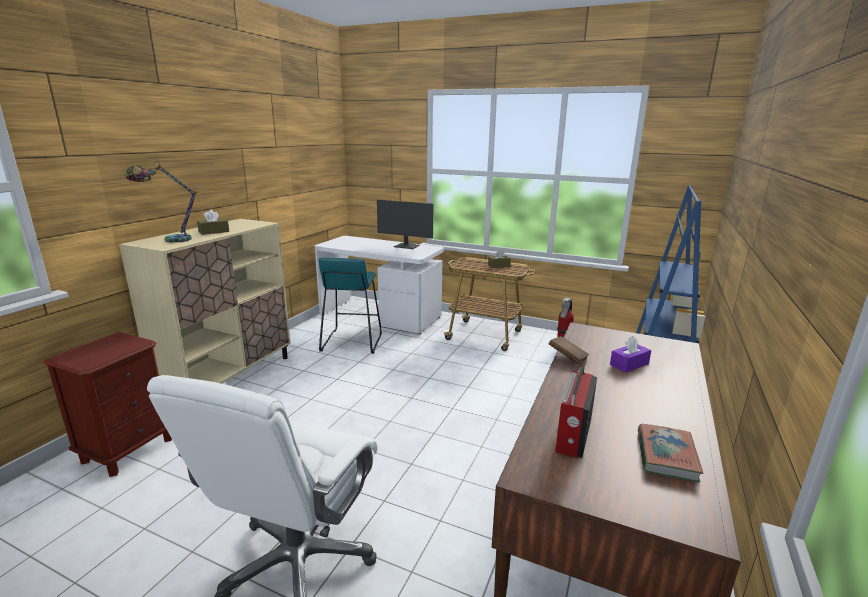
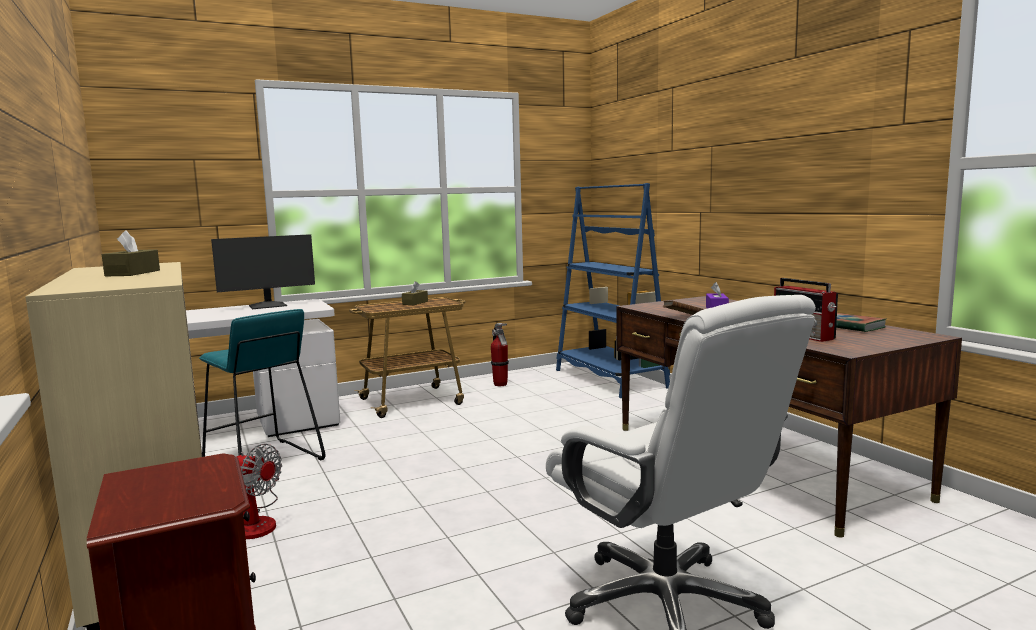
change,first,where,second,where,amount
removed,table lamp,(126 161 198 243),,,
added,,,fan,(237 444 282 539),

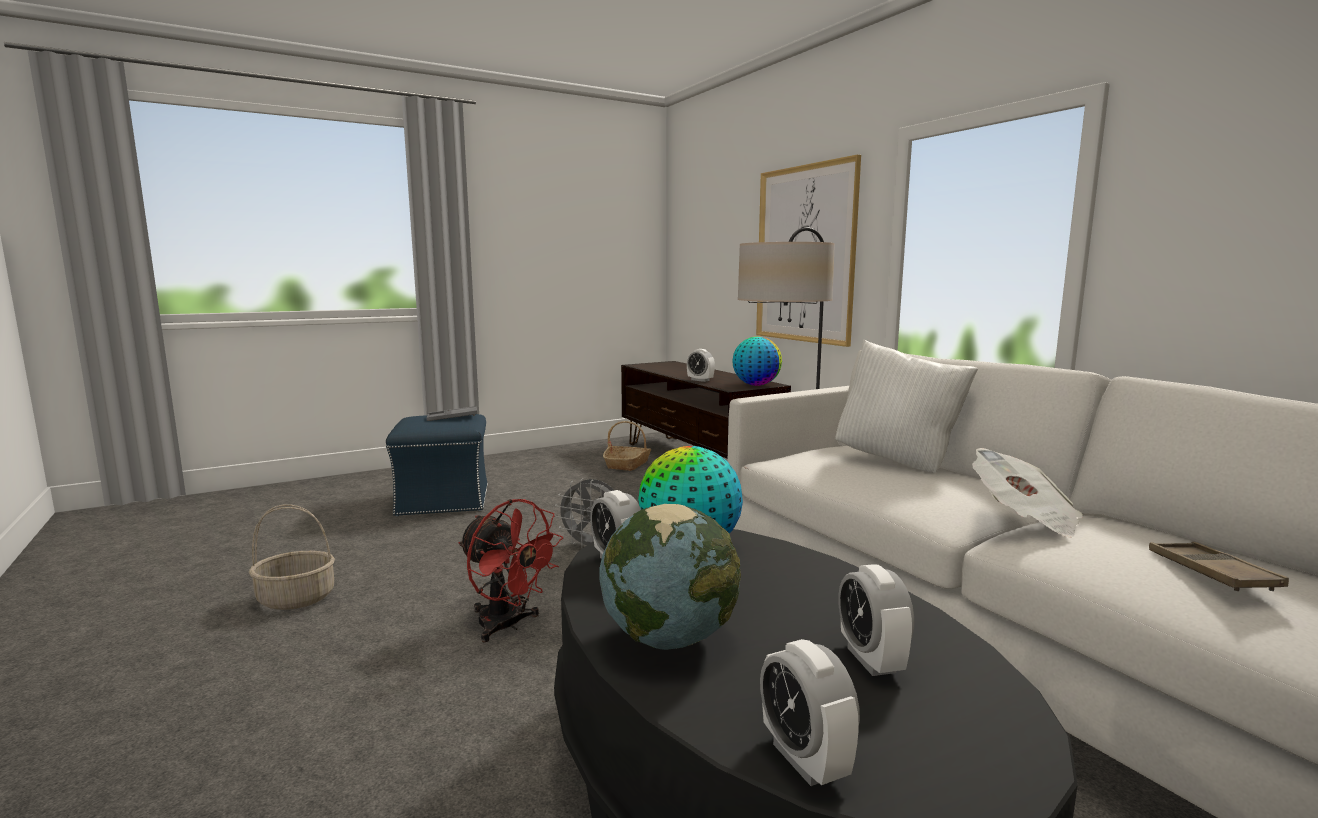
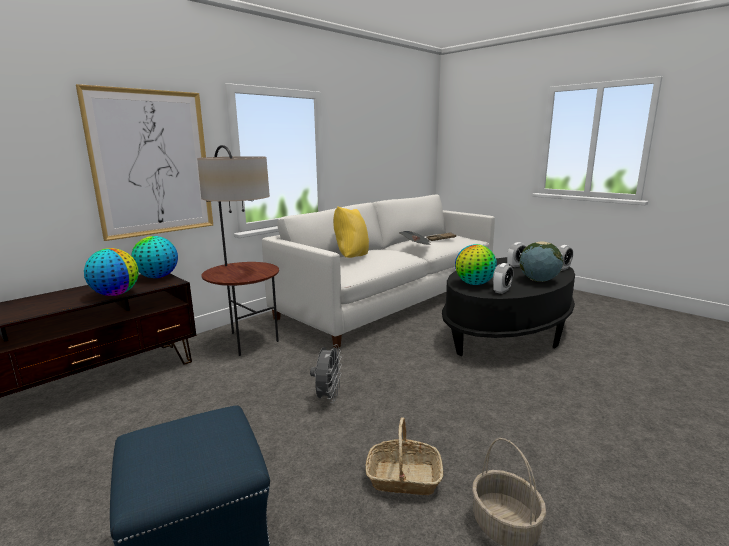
change,first,where,second,where,amount
removed,tray (grey),(427 406 477 421),,,
removed,fan (red),(458 499 563 643),,,
moved,basket,(603 421 651 471),,(366 417 443 495),
replaced,alarm clock,(687 349 715 382),globe,(84 248 138 296),
recoloured,pillow (white),(835 339 978 473),pillow (yellow),(333 207 369 258),

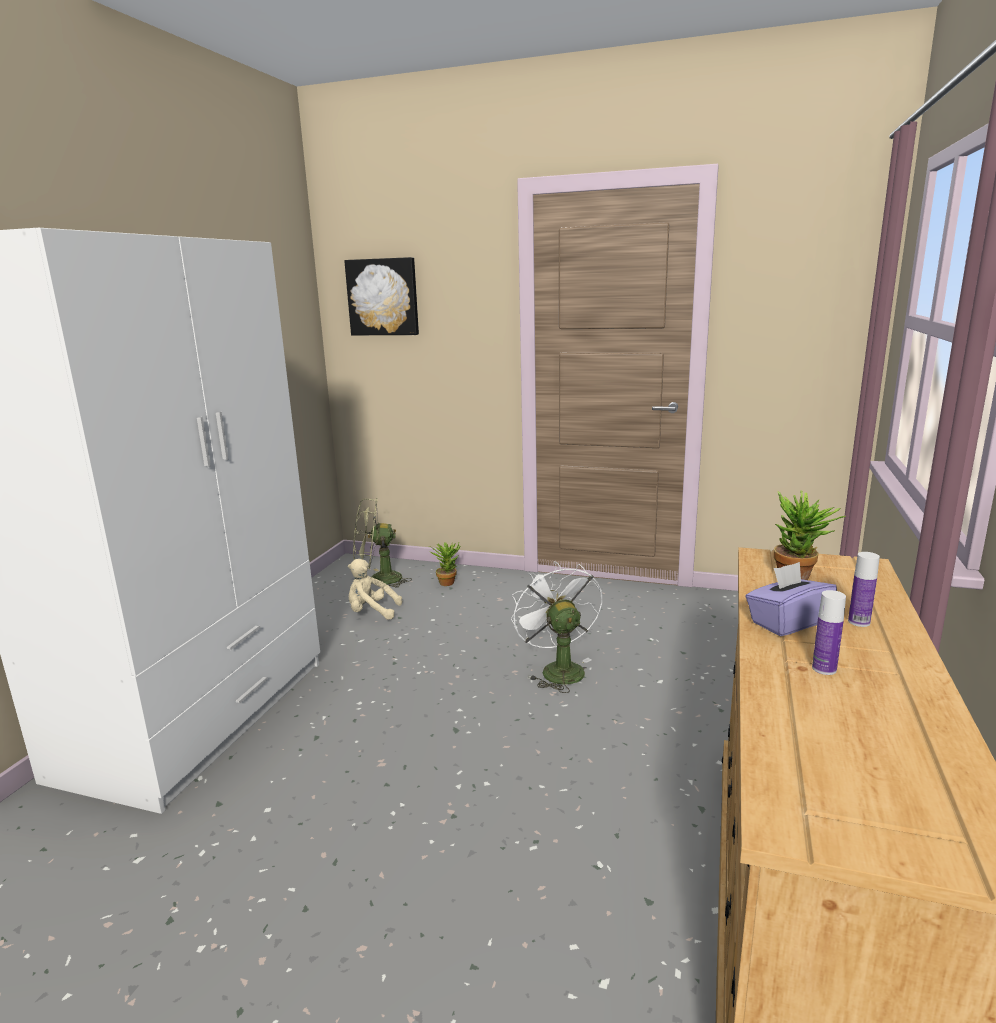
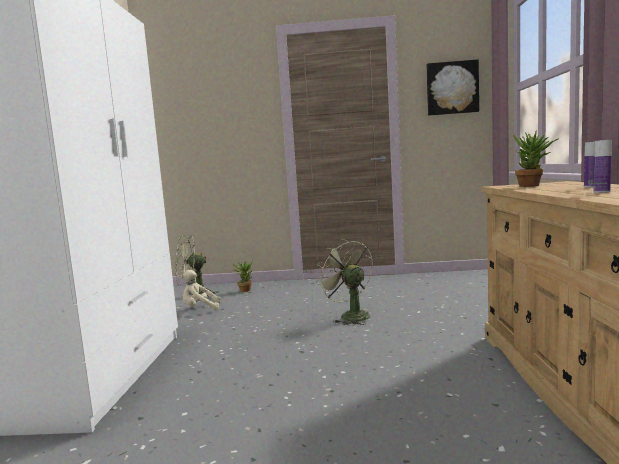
change,first,where,second,where,amount
moved,picture,(344 257 419 335),,(427 59 479 116),
recoloured,fan (white),(511 561 602 693),fan (green),(316 239 373 325),
removed,tissue box (purple),(745 562 837 636),,,

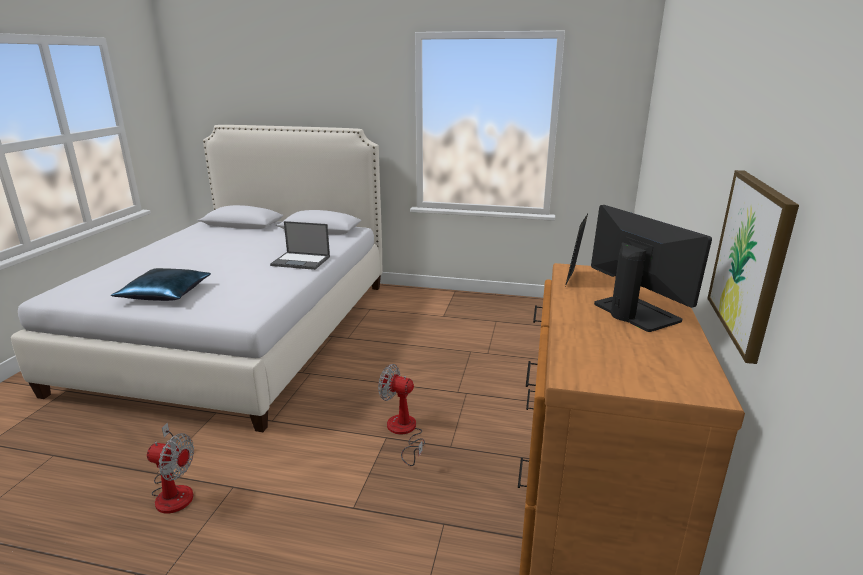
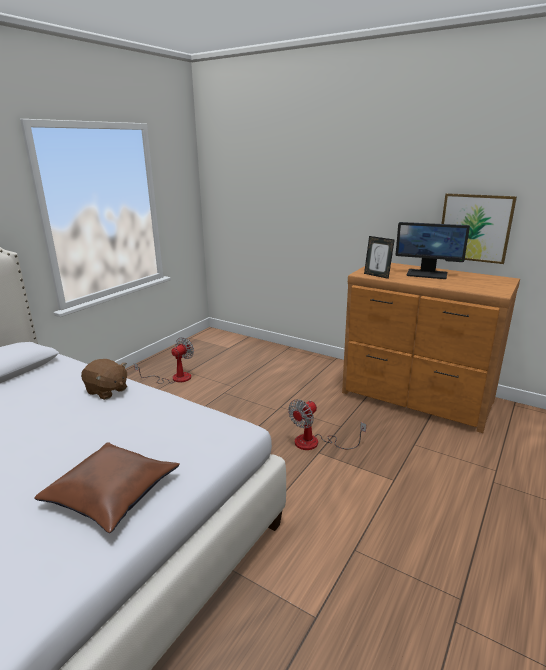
change,first,where,second,where,amount
recoloured,pillow (blue),(111 268 211 301),pillow (brown),(34 442 180 533),
moved,fan,(147 423 194 514),,(134 337 194 384),
replaced,laptop,(270 221 330 270),plush toy (brown),(81 359 127 400),
turned,monitor,(591 205 712 332),,(396 222 470 279),150 degrees counterclockwise

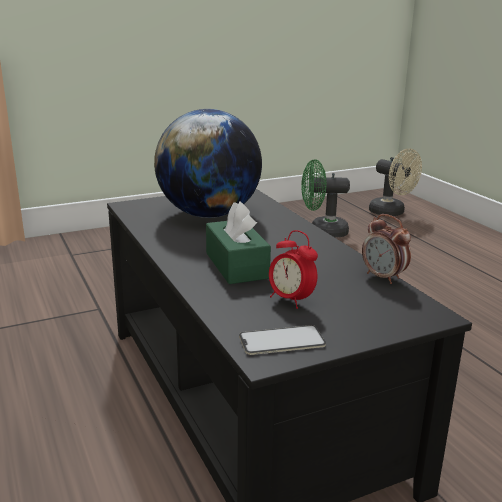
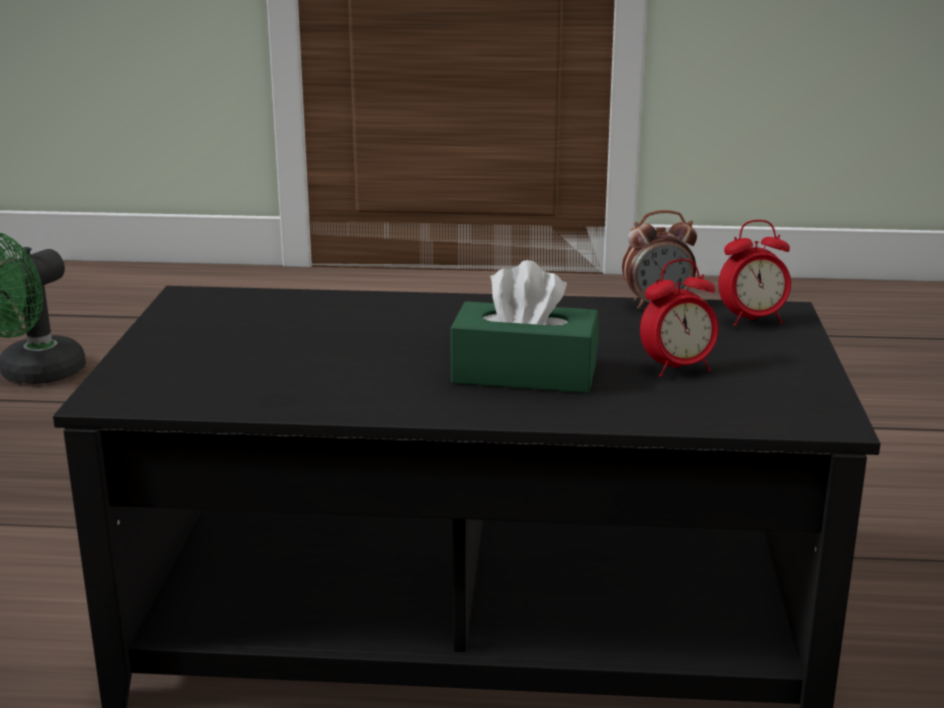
change,first,where,second,where,amount
removed,globe,(154 109 262 218),,,
removed,phone,(239 325 326 355),,,
removed,fan (beige),(369 149 422 216),,,
added,,,alarm clock,(718 220 791 326),

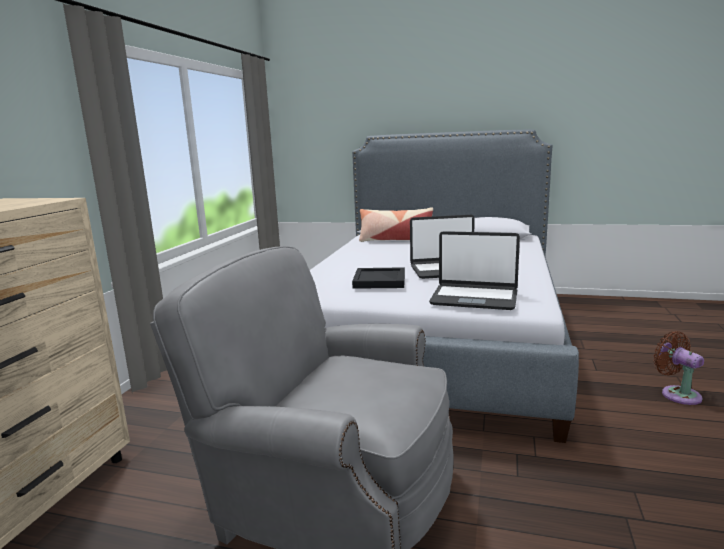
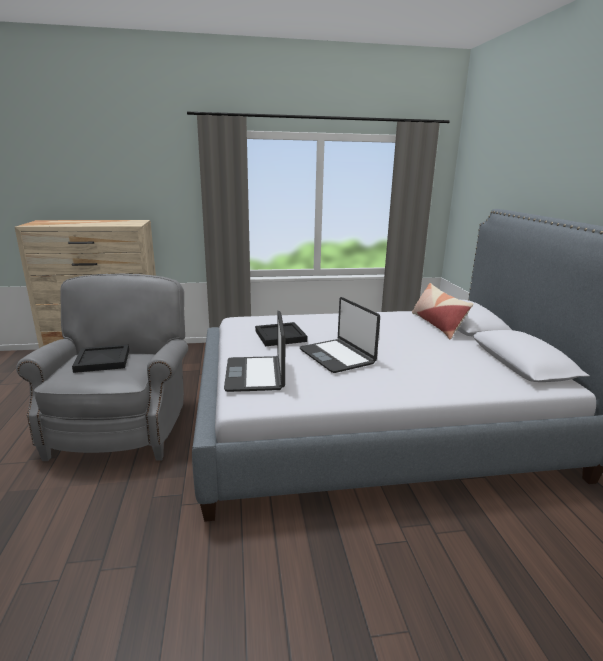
change,first,where,second,where,amount
removed,fan (brown),(653 331 704 405),,,
added,,,tray (black),(72 344 129 373),

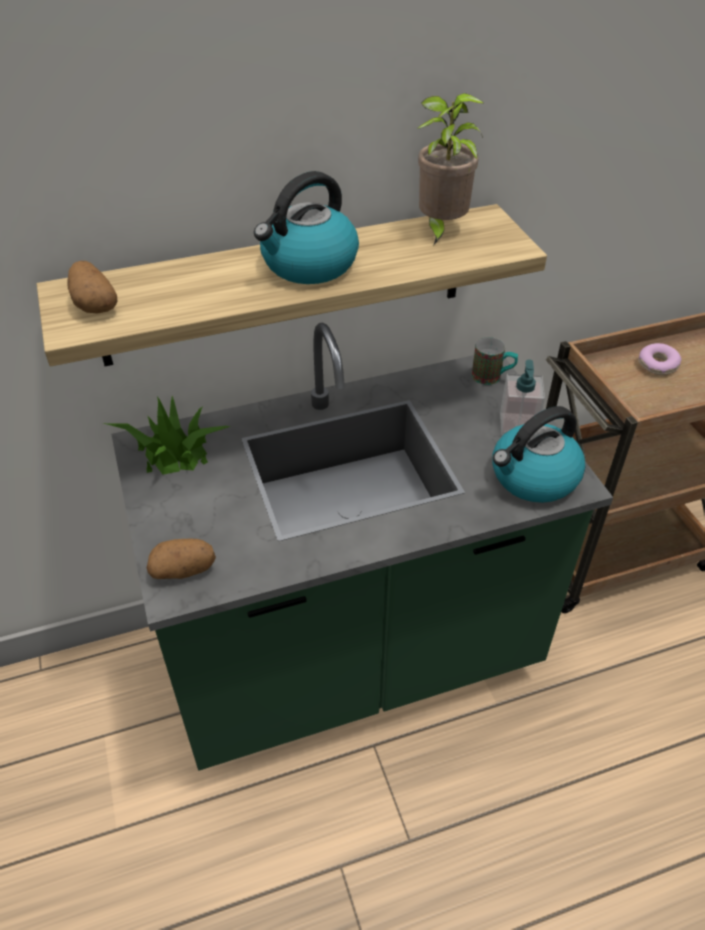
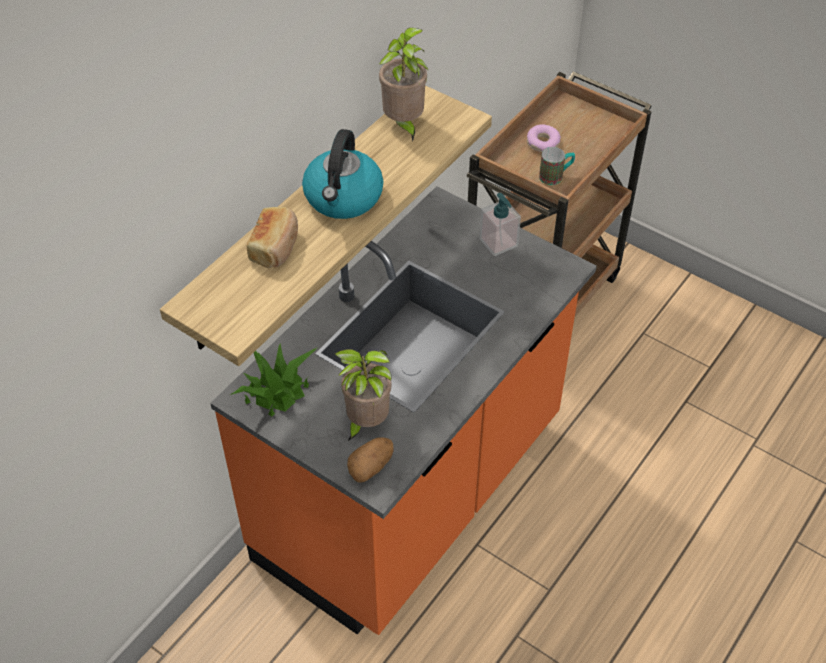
change,first,where,second,where,amount
removed,potato,(67 261 117 314),,,
recoloured,counter (green),(111 323 613 770),counter (orange),(210 186 597 635),
moved,mug,(472 337 518 385),,(539 147 575 185),
removed,kettle,(492 406 585 503),,,
added,,,bread,(247 207 298 268),
added,,,potted plant,(334 349 392 442),

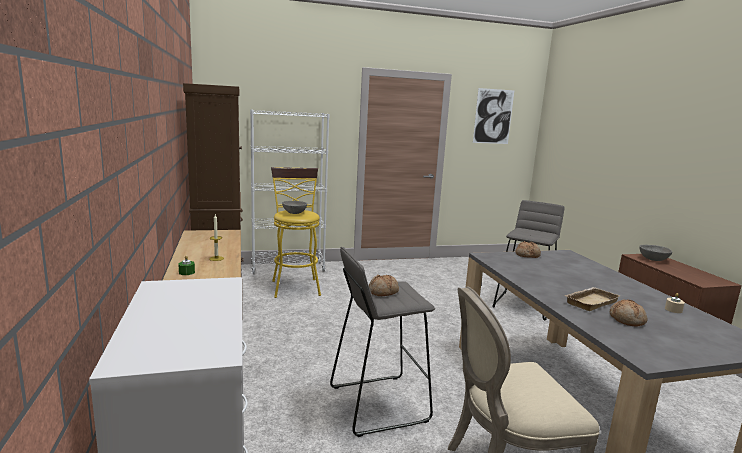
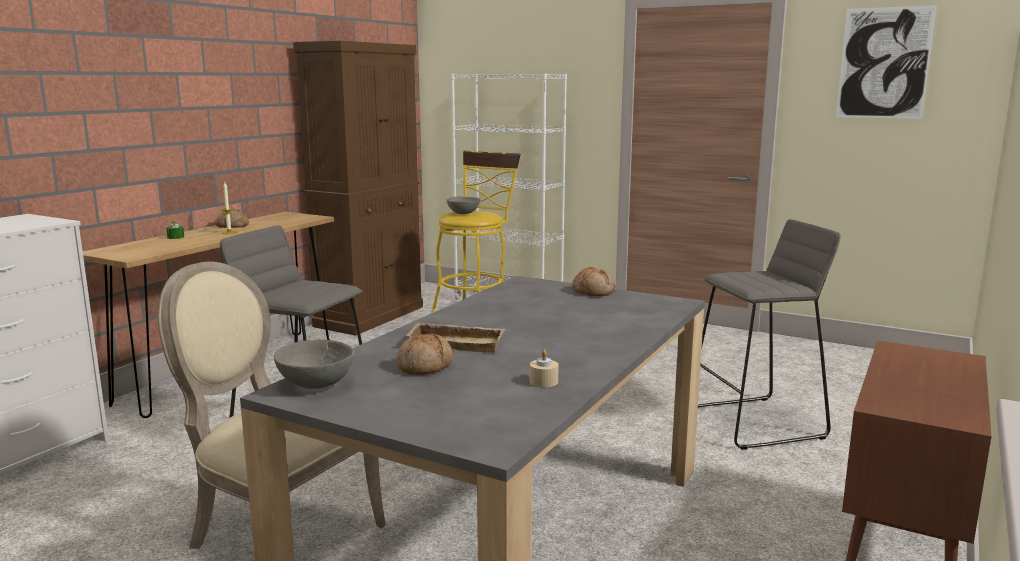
change,first,where,second,where,amount
moved,bread,(369 275 399 296),,(215 209 249 228),
moved,bowl (grey),(639 245 672 261),,(274 340 354 389),

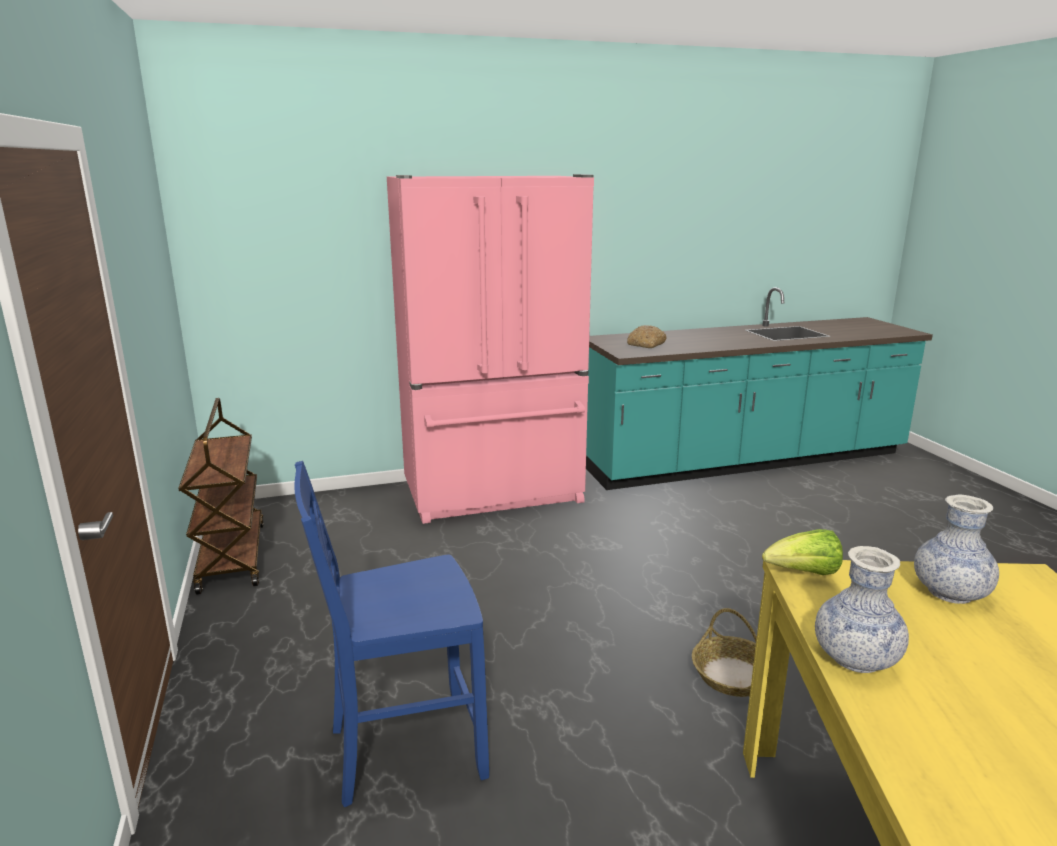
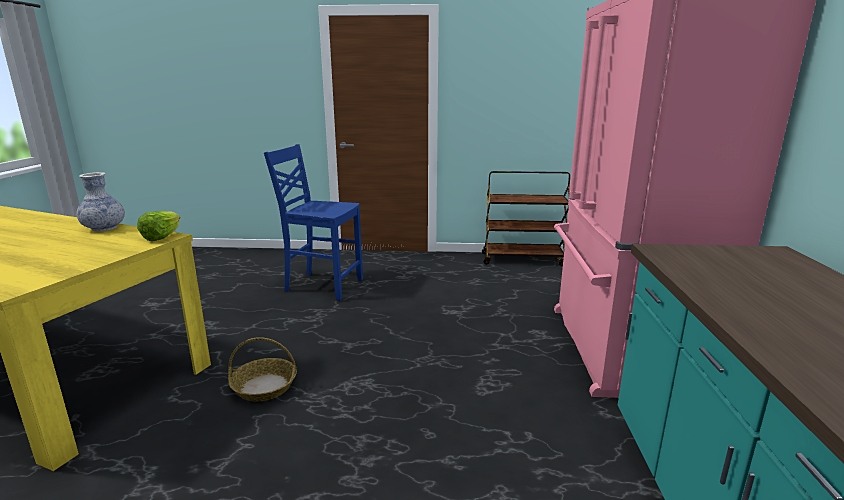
change,first,where,second,where,amount
turned,chair (blue),(295 461 489 807),,(264 144 363 301),75 degrees counterclockwise
removed,bread,(627 325 667 348),,,
removed,vase,(914 495 999 604),,,

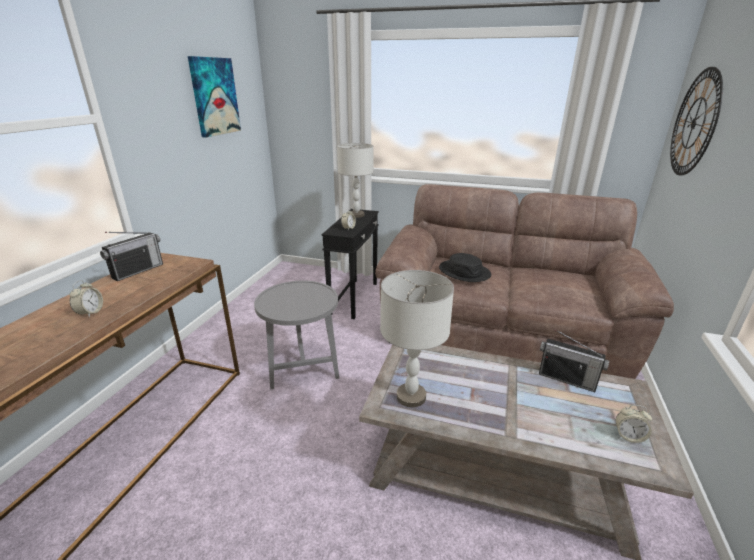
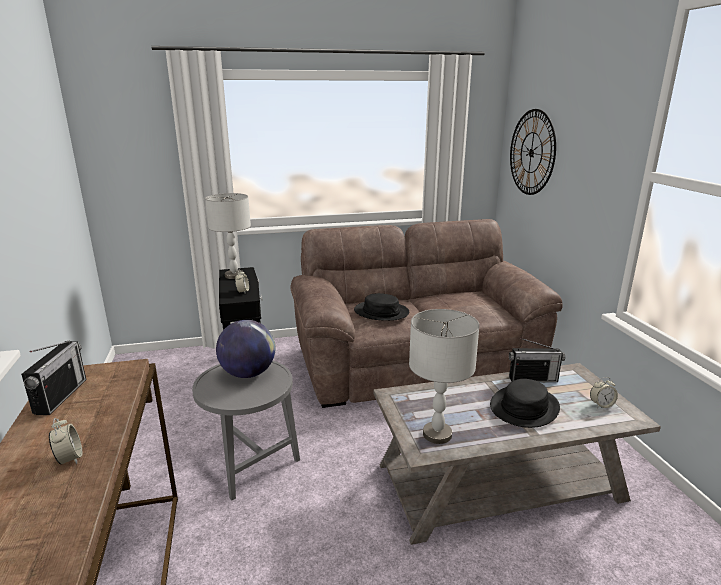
change,first,where,second,where,amount
removed,picture,(188 56 241 138),,,
added,,,globe,(216 320 275 378),
added,,,hat (black),(490 379 560 428),

